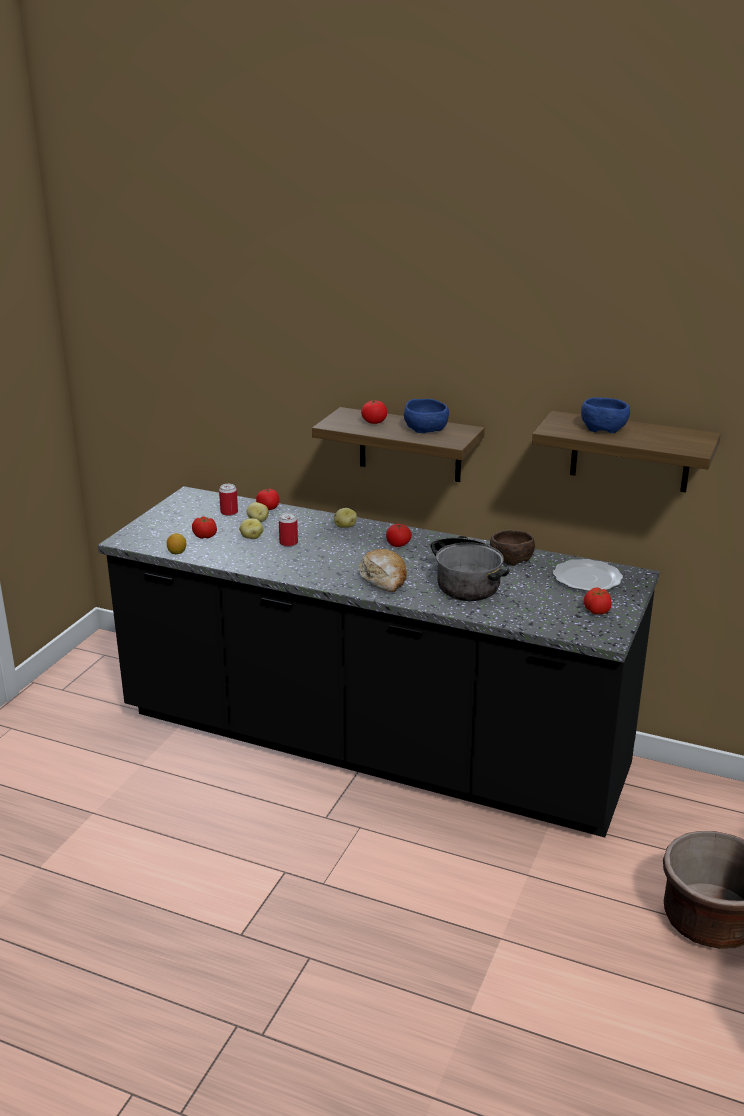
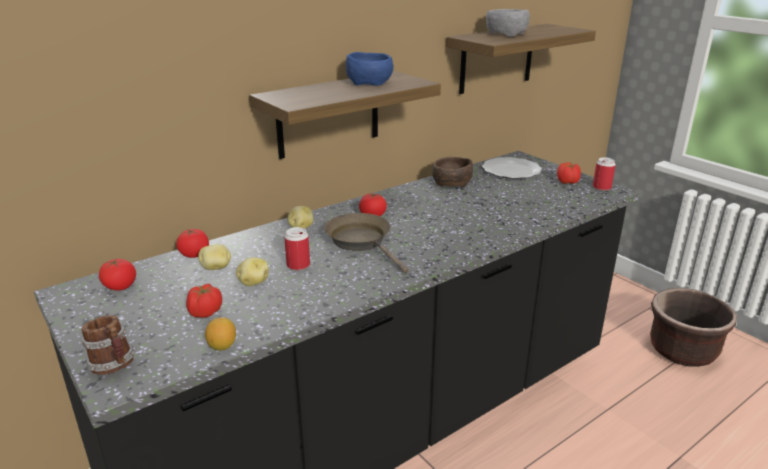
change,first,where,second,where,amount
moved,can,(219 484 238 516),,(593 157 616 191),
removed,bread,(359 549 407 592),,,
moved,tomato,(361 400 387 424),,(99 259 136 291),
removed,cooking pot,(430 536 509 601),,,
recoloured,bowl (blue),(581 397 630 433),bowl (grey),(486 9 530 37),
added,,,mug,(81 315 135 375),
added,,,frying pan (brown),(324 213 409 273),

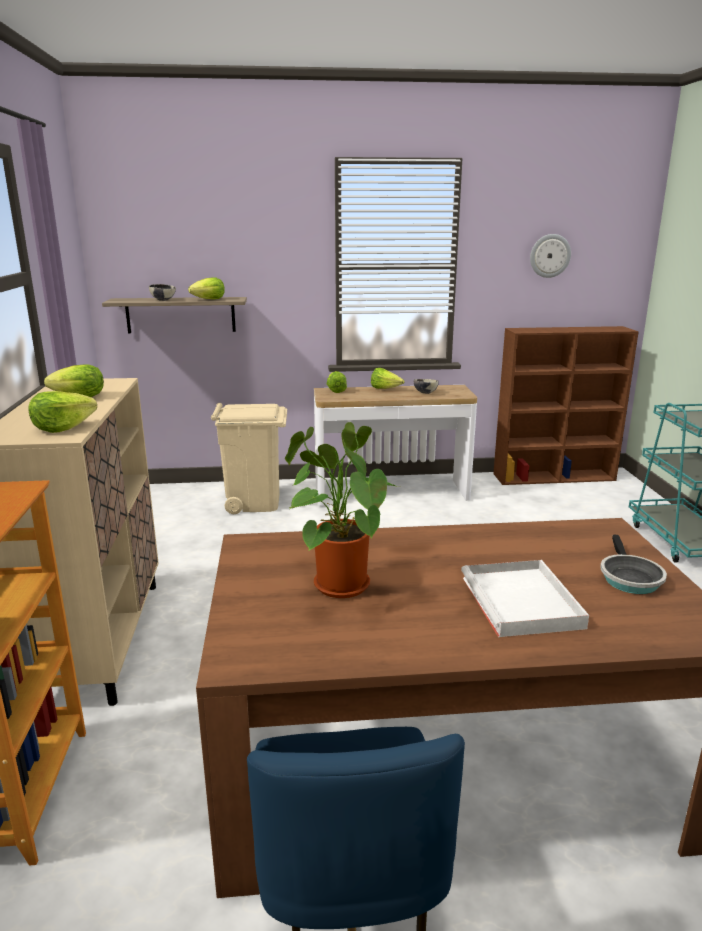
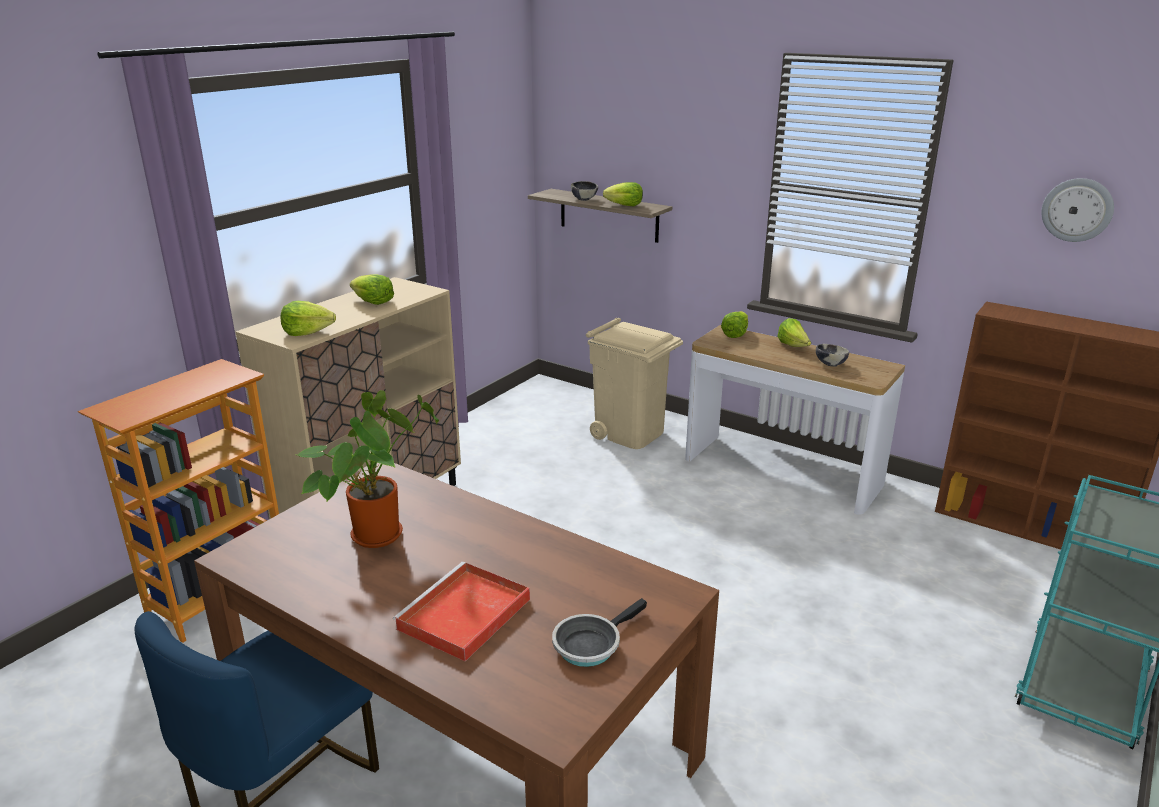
change,first,where,second,where,amount
recoloured,tray (white),(461 560 589 637),tray (red),(393 562 530 661),

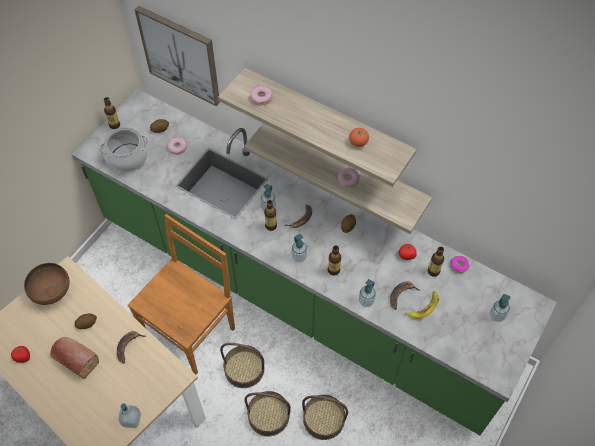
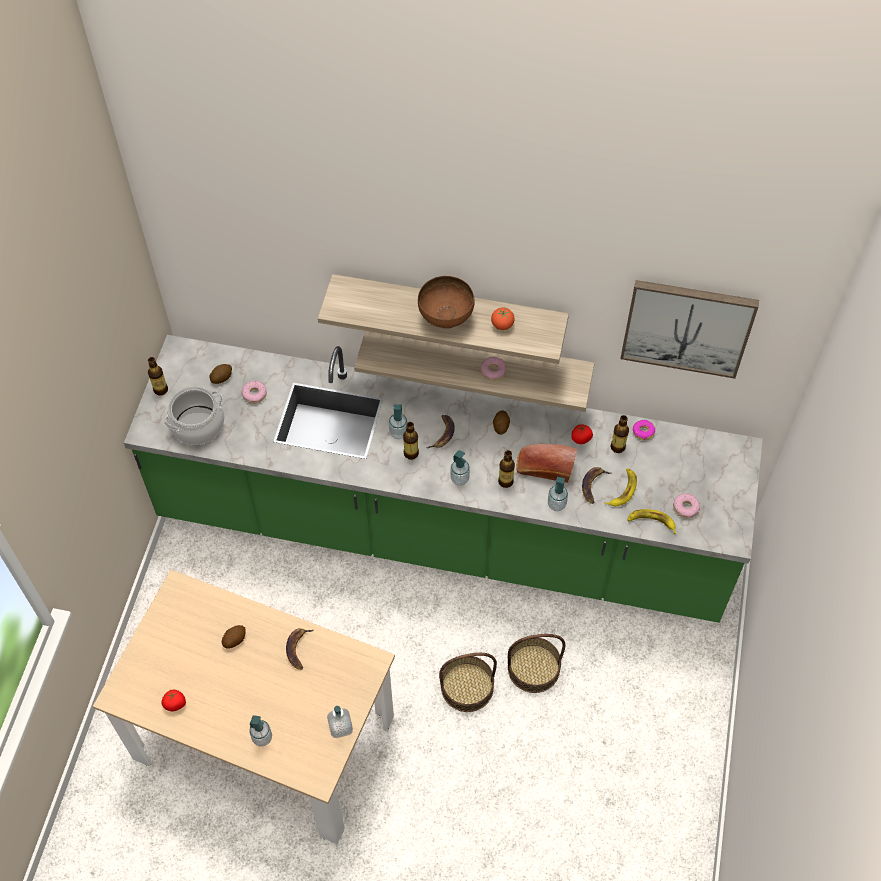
change,first,where,second,where,amount
moved,bowl (brown),(24 263 70 305),,(418 276 475 329),
moved,bread,(50 337 99 379),,(516 444 577 483),
removed,chair (brown),(127 214 235 375),,,
moved,picture,(135 6 220 106),,(620 280 759 379),
removed,basket,(220 343 264 388),,,
moved,donut,(250 85 272 105),,(673 493 700 518),
moved,soap dispenser,(490 294 511 322),,(249 715 272 747),
added,,,banana,(627 509 676 534),

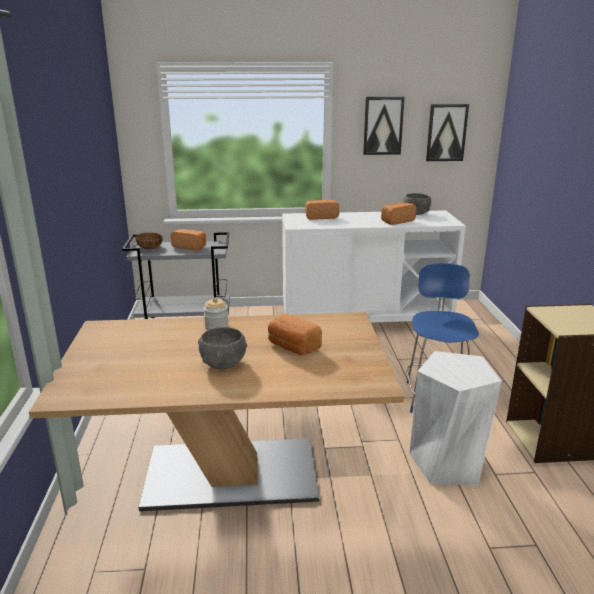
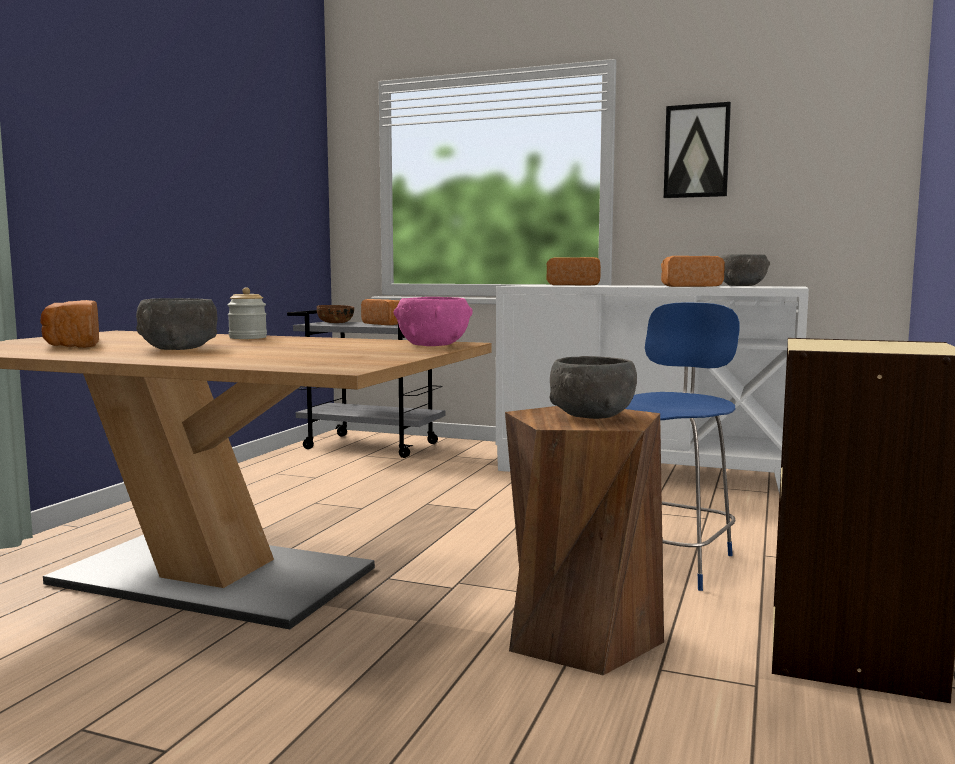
change,first,where,second,where,amount
moved,bread,(268 314 322 355),,(40 300 99 348),
recoloured,stool (white),(410 351 502 486),stool (brown),(505 406 664 675),
removed,picture,(426 104 469 161),,,
added,,,bowl (pink),(394 297 472 346),
added,,,bowl (grey),(550 356 637 419),

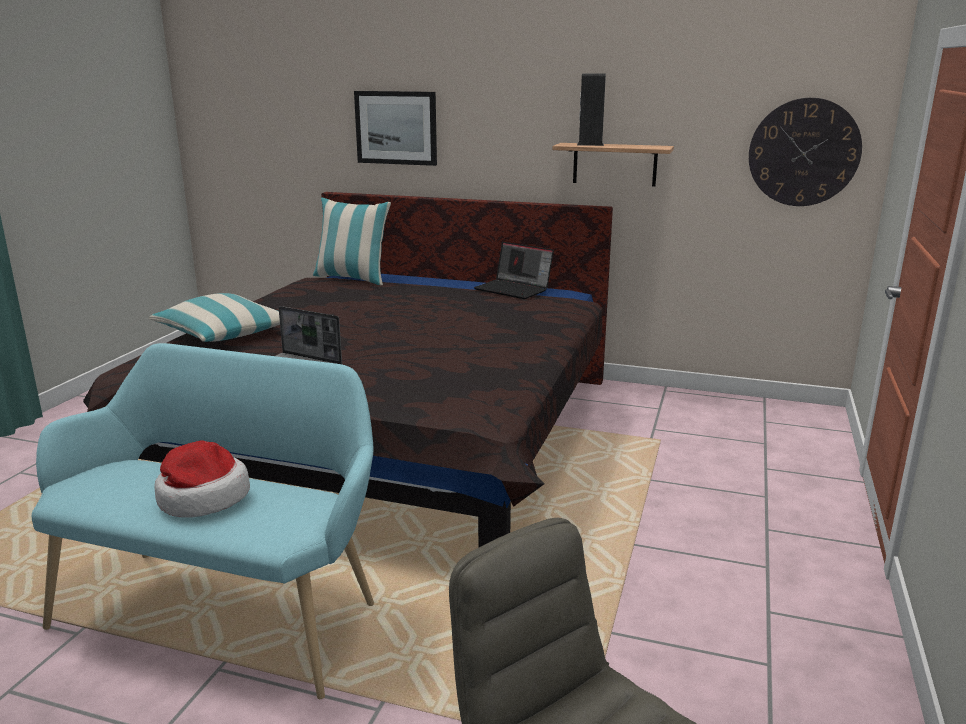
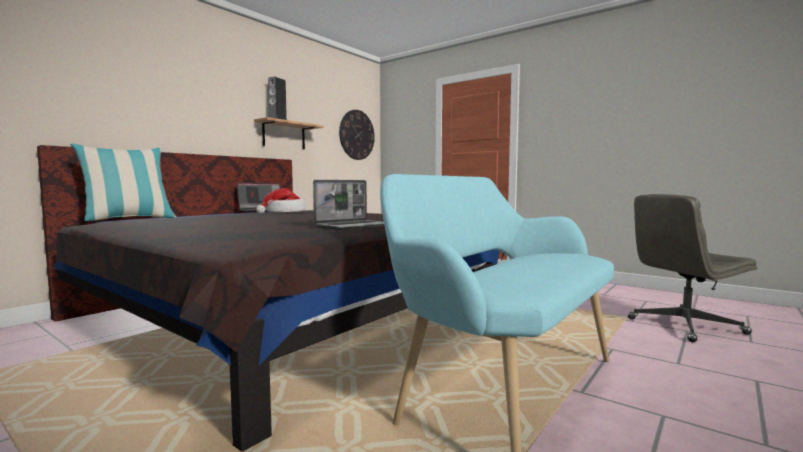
change,first,where,second,where,amount
removed,pillow,(149 293 280 342),,,
moved,hat,(154 440 250 518),,(256 188 306 214),
removed,picture,(354 91 437 166),,,

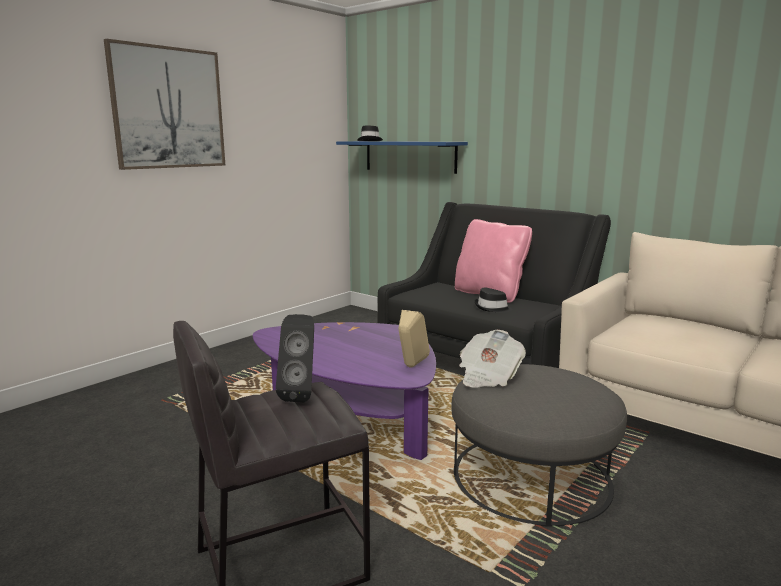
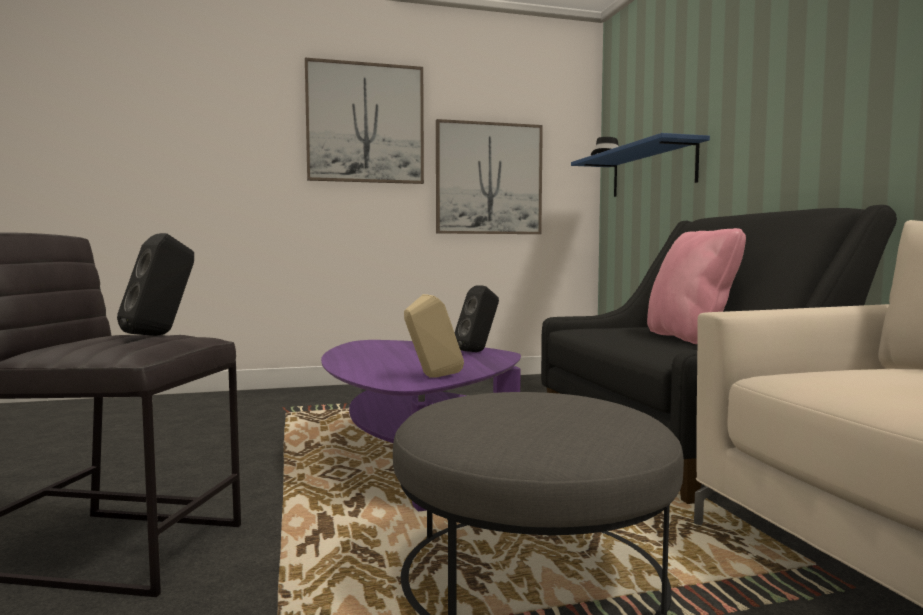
change,first,where,second,where,amount
removed,newspaper,(459 330 526 388),,,
removed,hat (black),(474 288 512 313),,,
added,,,picture,(436 119 543 234),
added,,,speaker (black),(455 285 499 352),

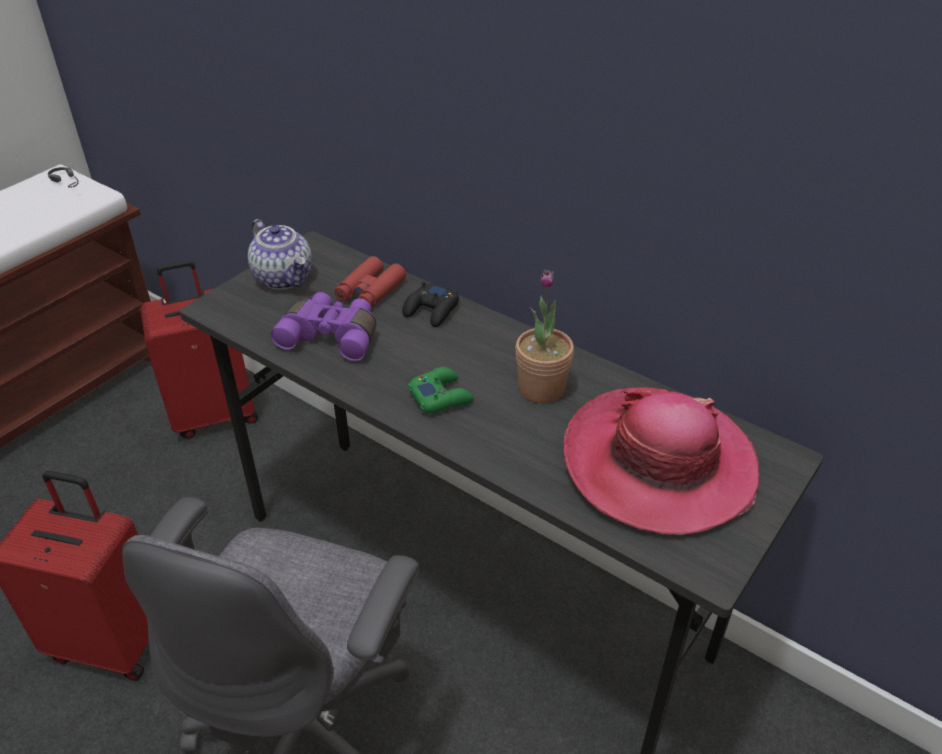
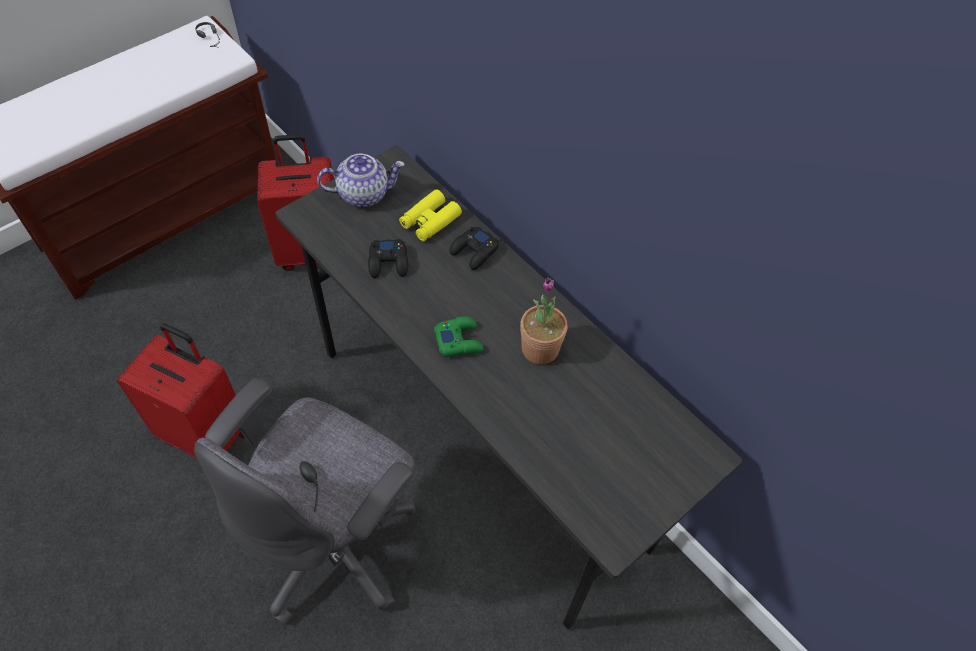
change,first,where,second,where,amount
turned,teapot,(248 219 312 290),,(317 154 404 207),75 degrees counterclockwise
replaced,binoculars (purple),(271 292 376 361),game controller (black),(368 239 408 278),
recoloured,binoculars (red),(334 256 406 307),binoculars (yellow),(399 189 462 241),
removed,hat,(563 387 759 535),,,

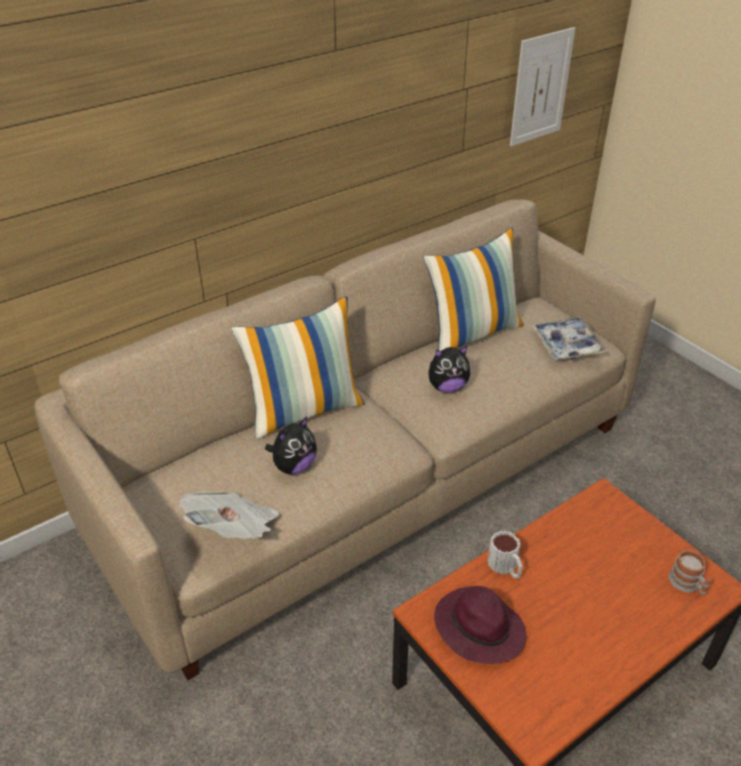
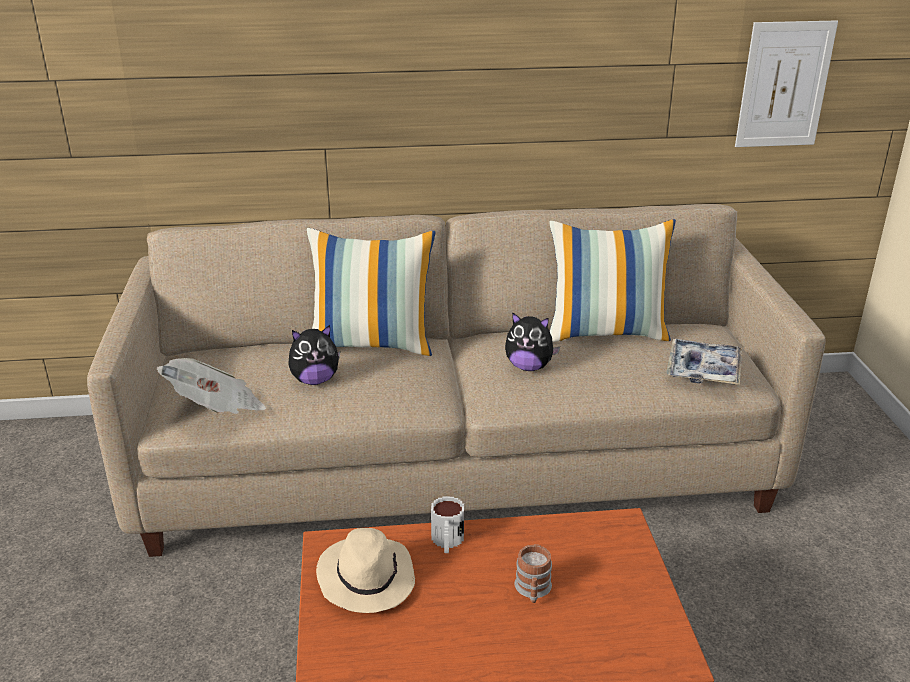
change,first,where,second,where,amount
recoloured,hat (purple),(434 586 526 664),hat (beige),(316 528 415 613),
moved,mug,(669 550 712 596),,(514 544 552 603),

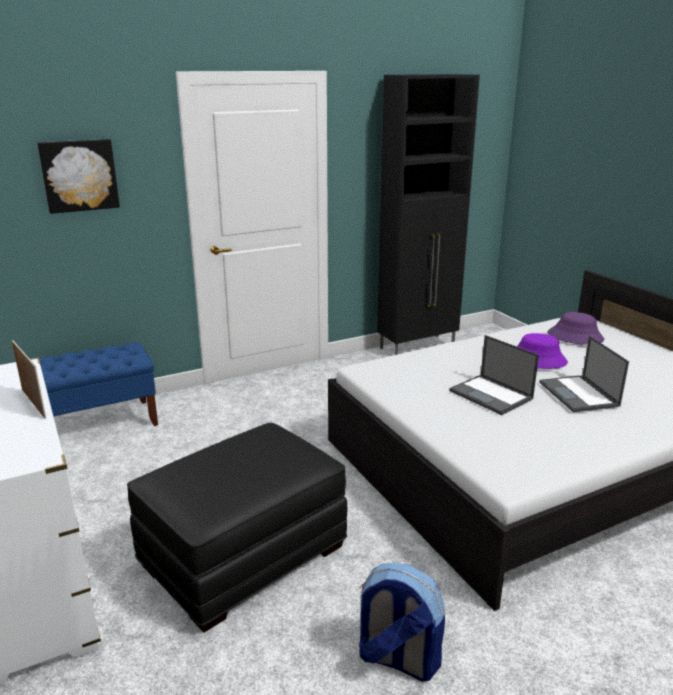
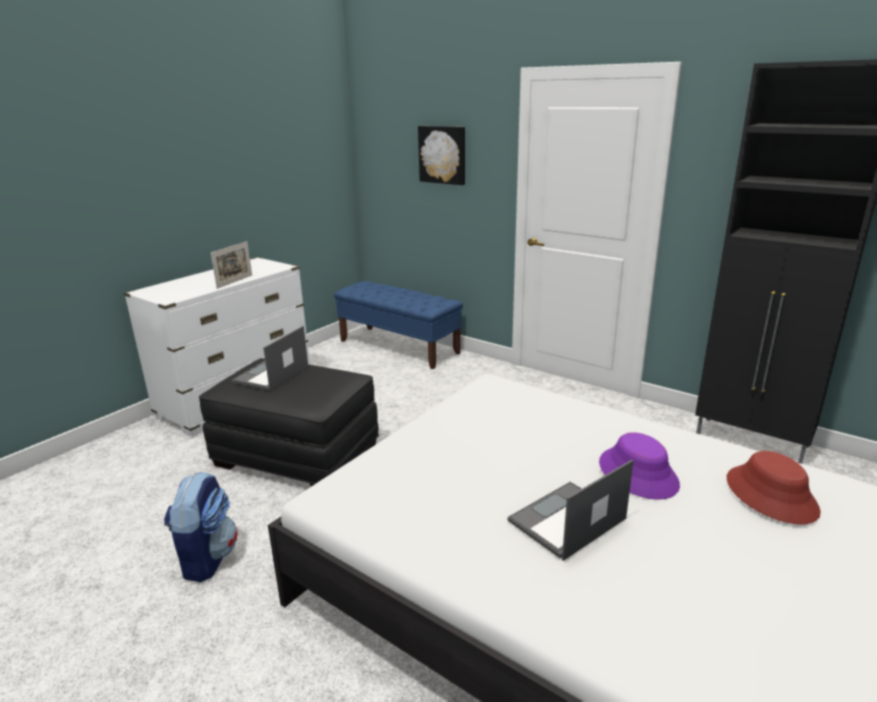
change,first,where,second,where,amount
moved,laptop,(449 335 539 415),,(232 326 308 391),
recoloured,hat (purple),(547 312 604 345),hat (red),(727 451 821 525),

